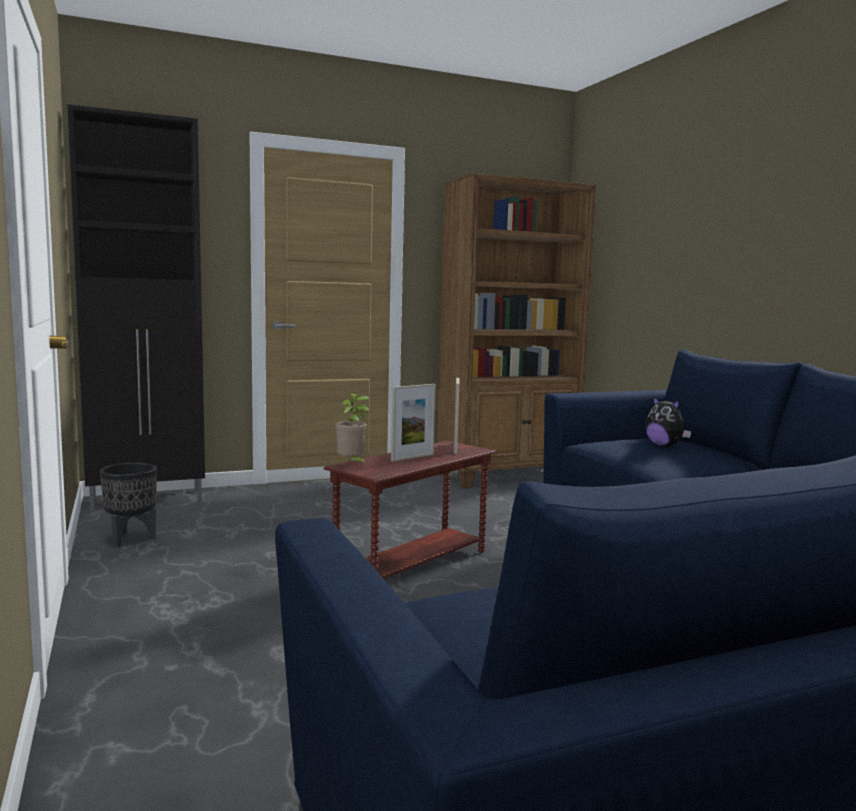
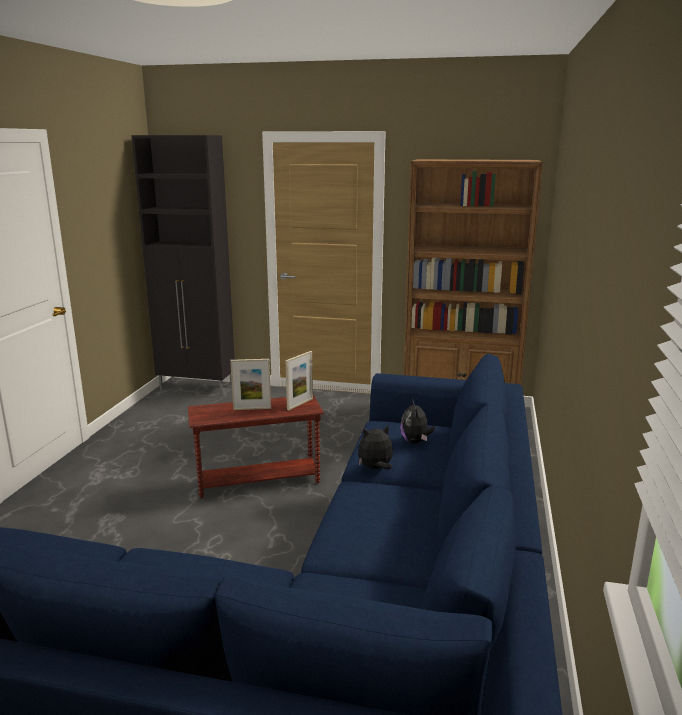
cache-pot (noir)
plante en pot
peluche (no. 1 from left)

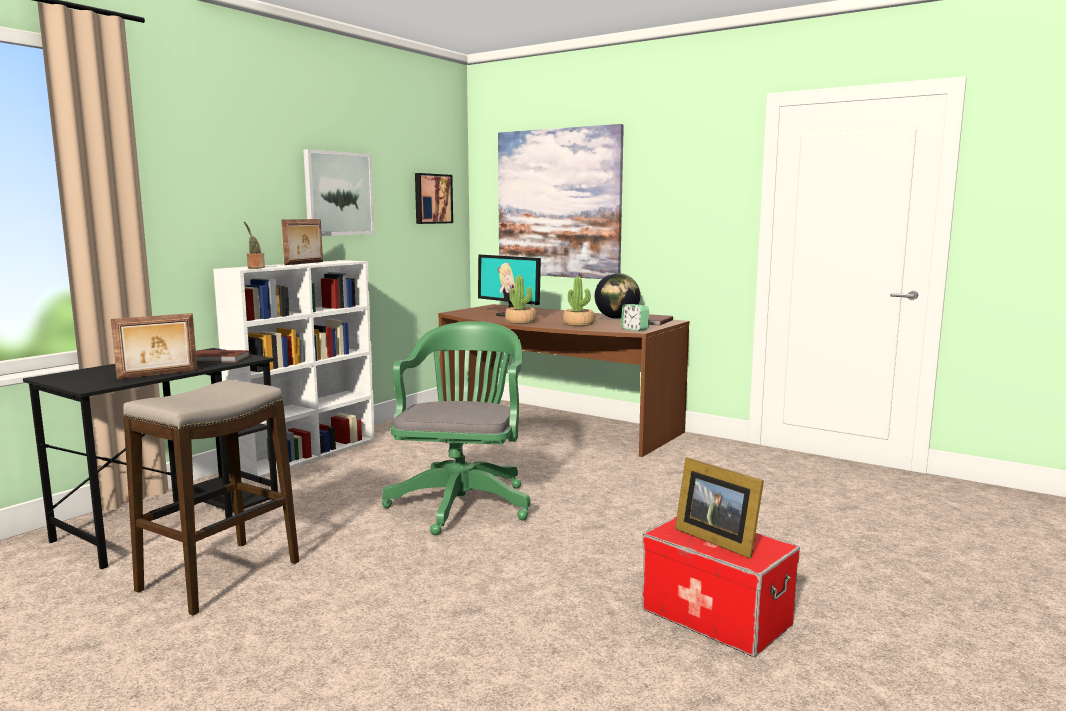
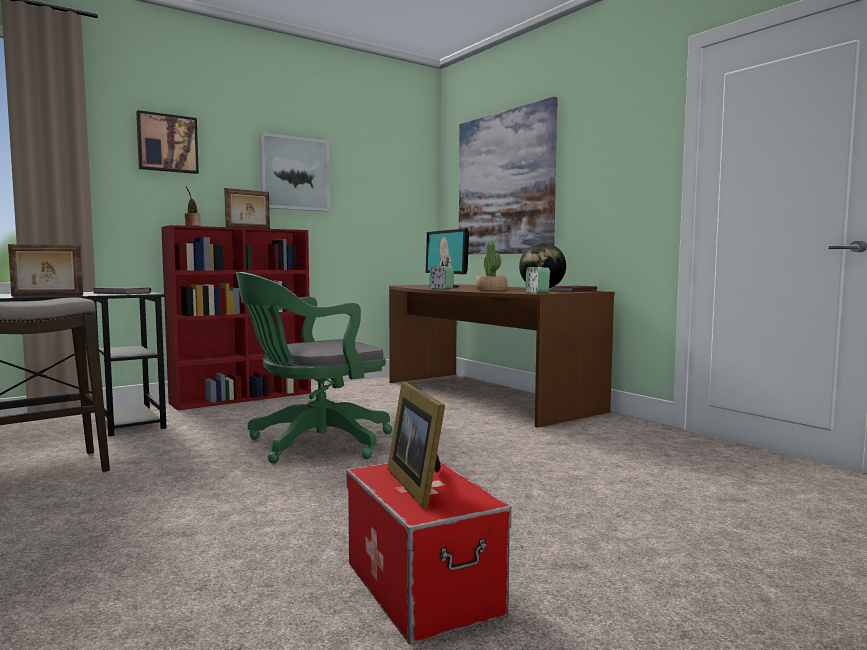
tableau (no. 1 from left)
réveil (no. 1 from left)
bibliothèque (rouge)
chaise de bureau (vert)

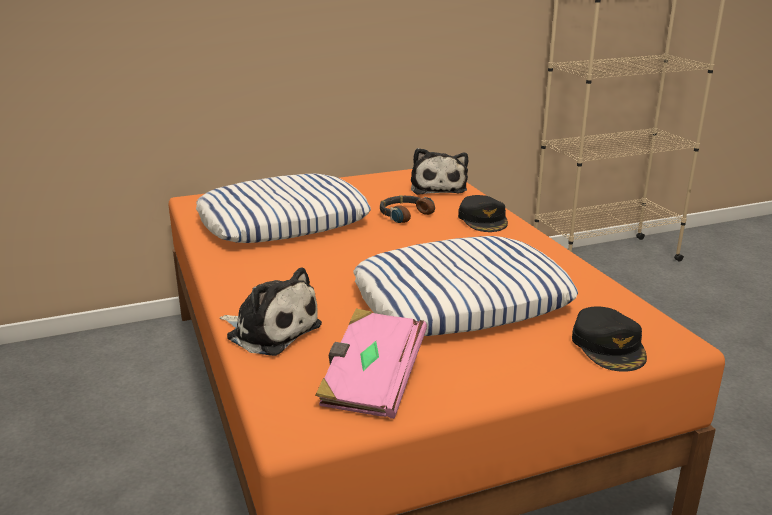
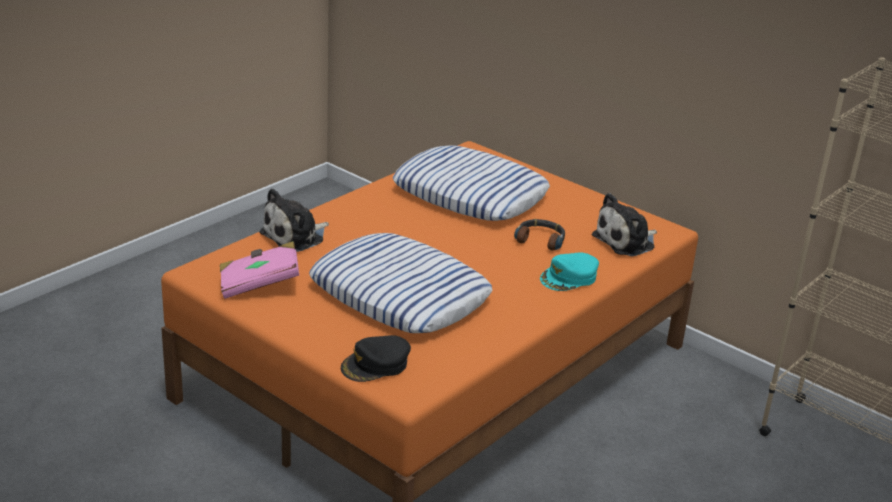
casquette (turquoise)
peluche (no. 1 from left)

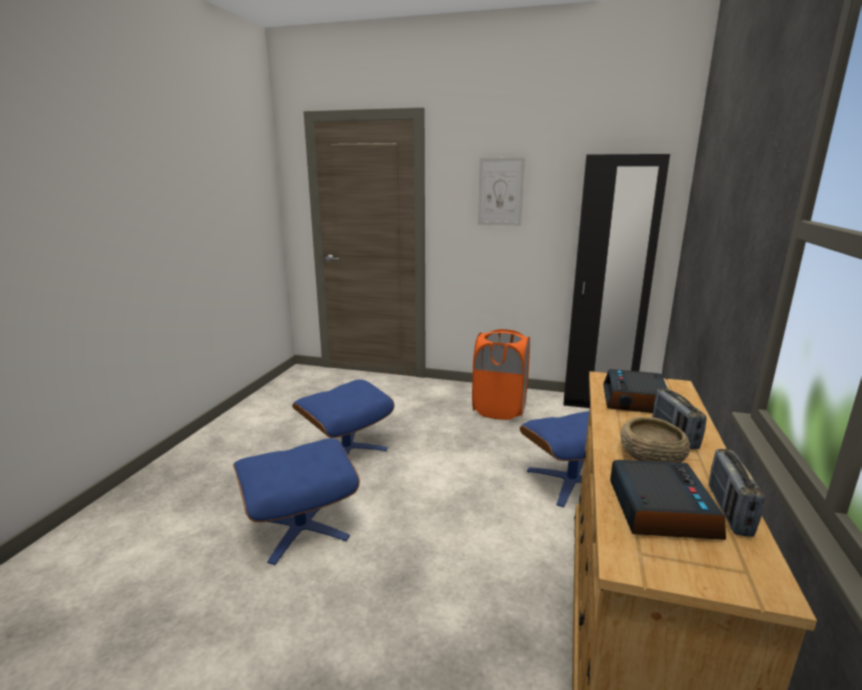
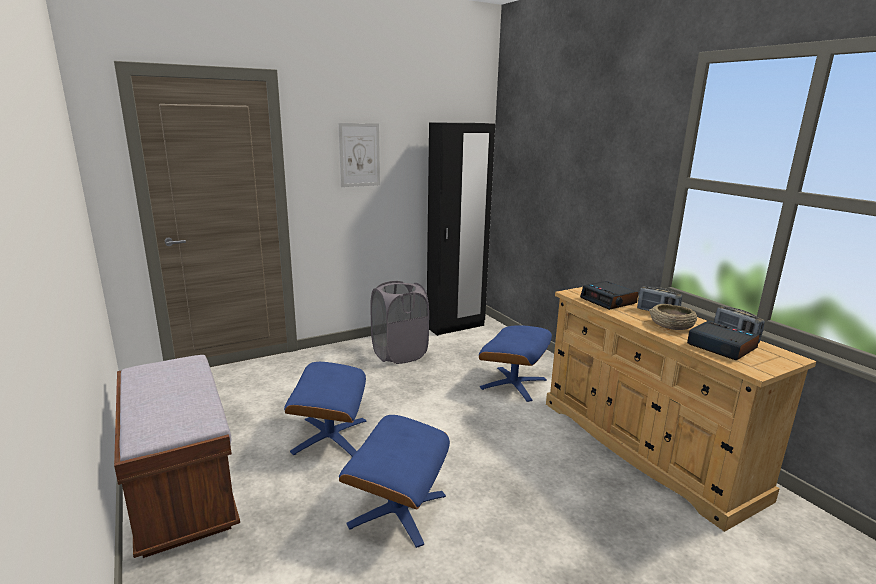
banc (marron)
panier à linge (gris)

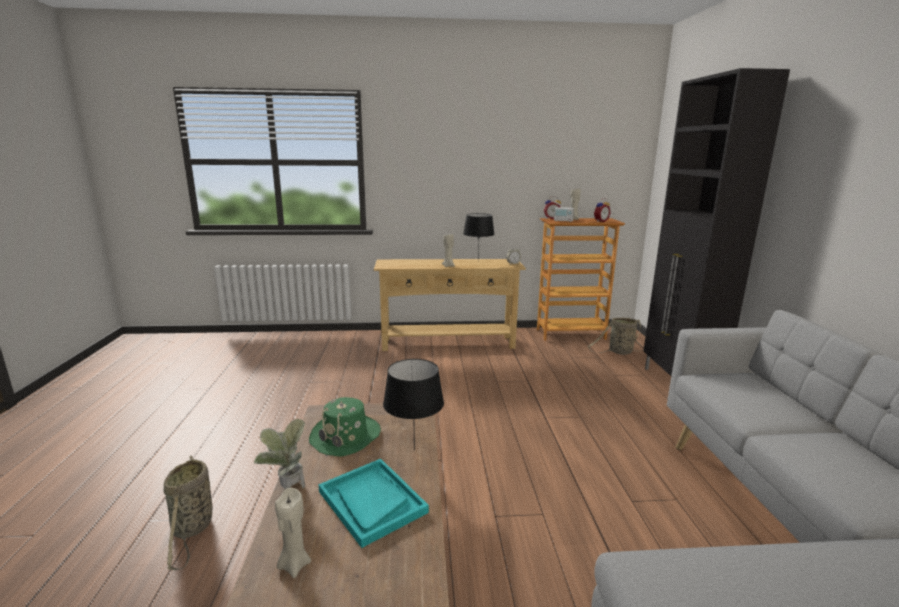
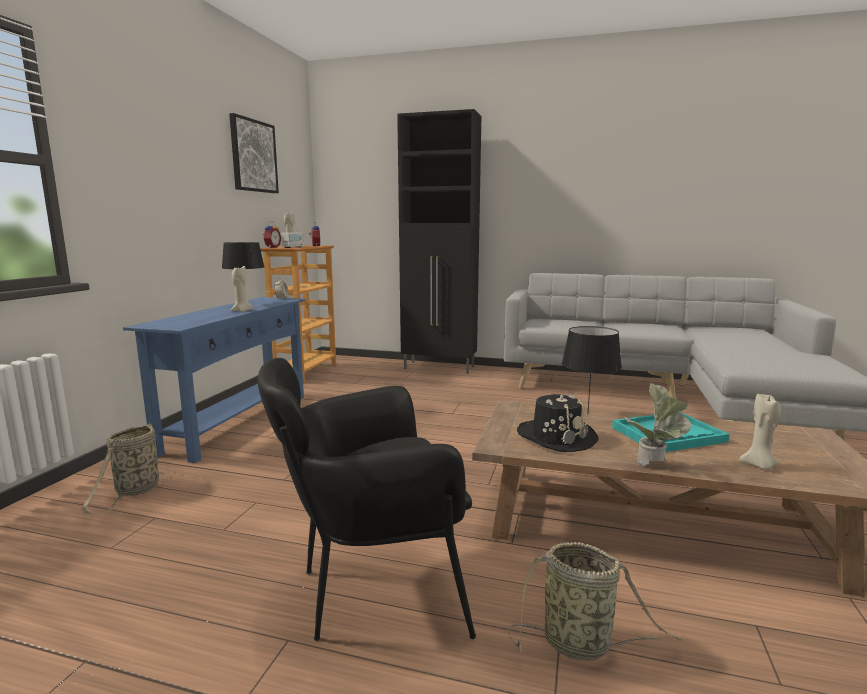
tableau
fauteuil (noir)
panier (no. 1 from left)
chapeau (noir)
table console (bleu)

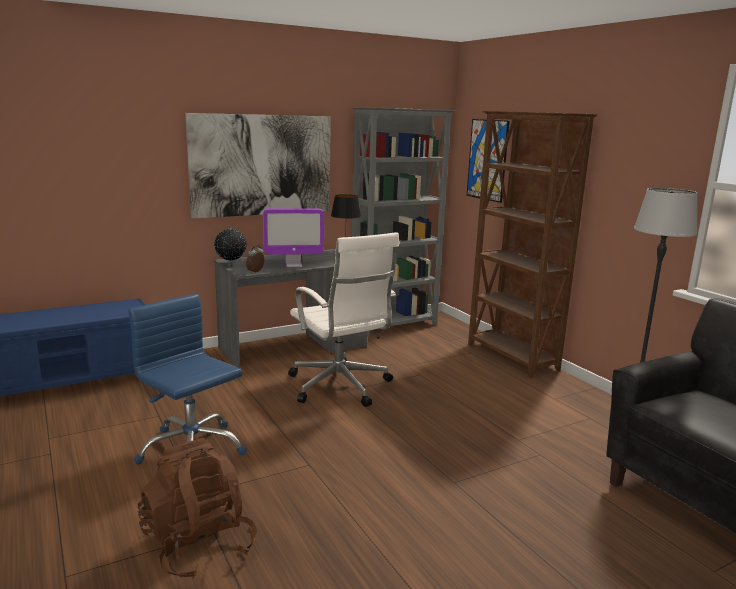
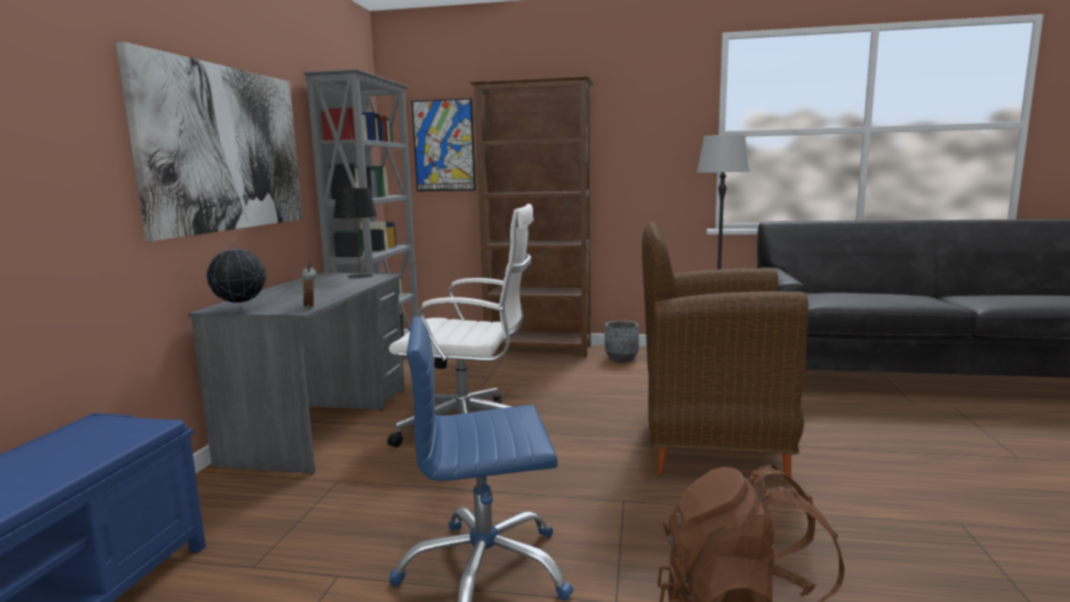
écran d'ordinateur
cache-pot (gris)
fauteuil (marron)

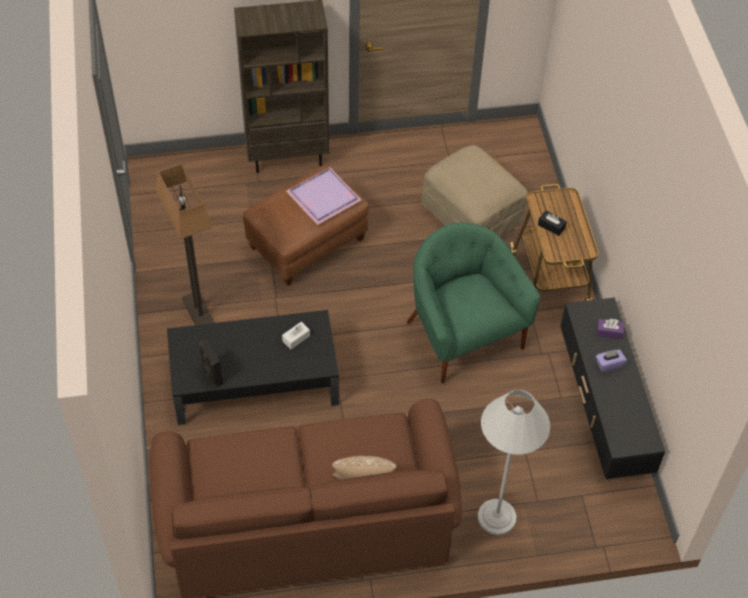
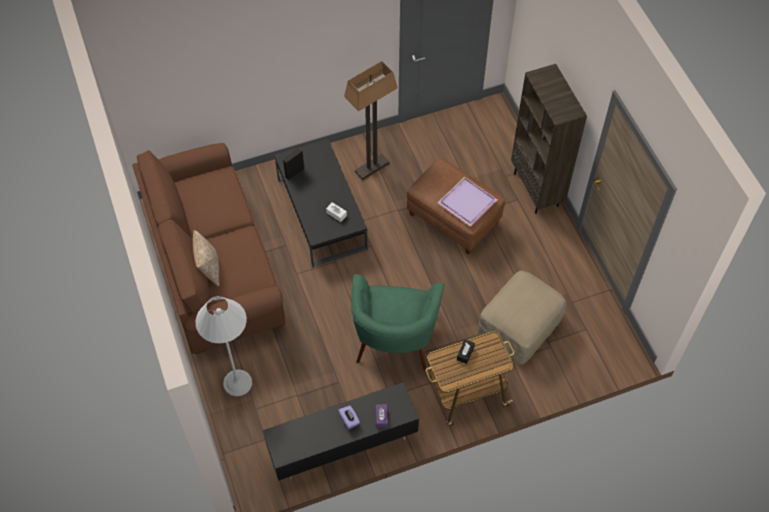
fauteuil (vert)

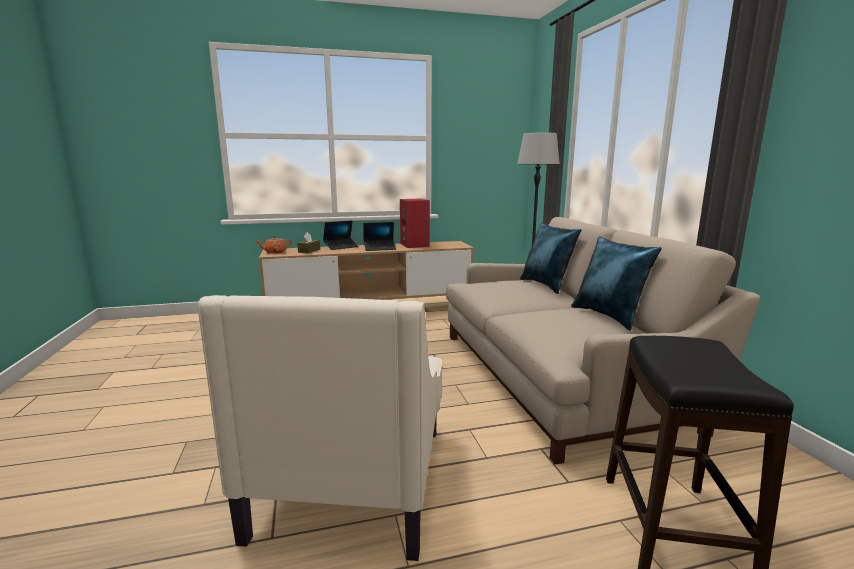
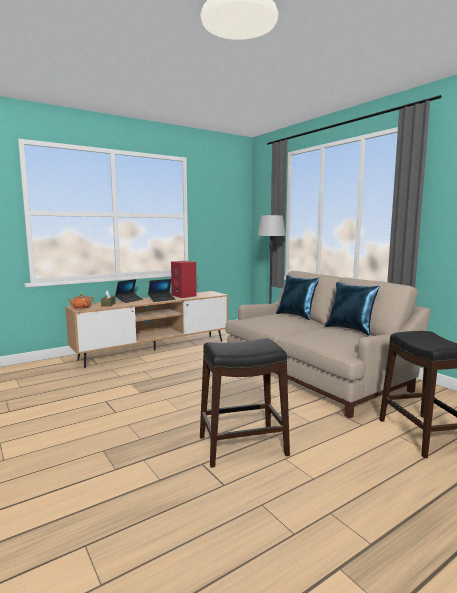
tabouret (noir) (no. 1 from left)

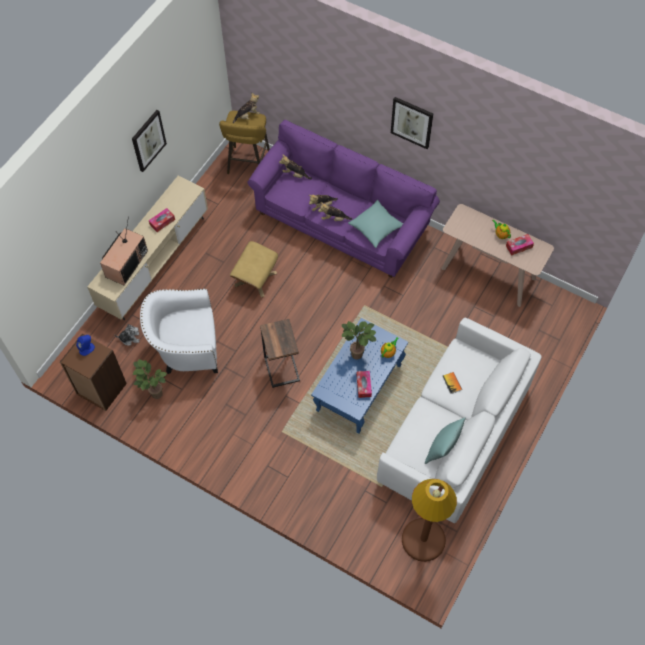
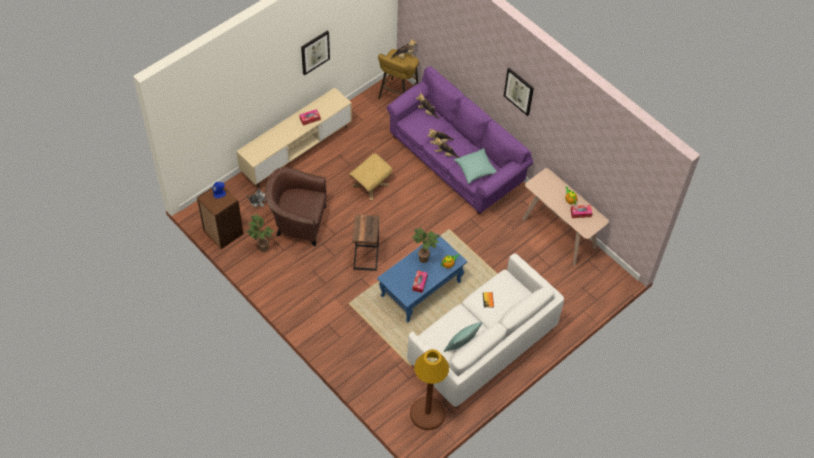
téléviseur
fauteuil (marron)

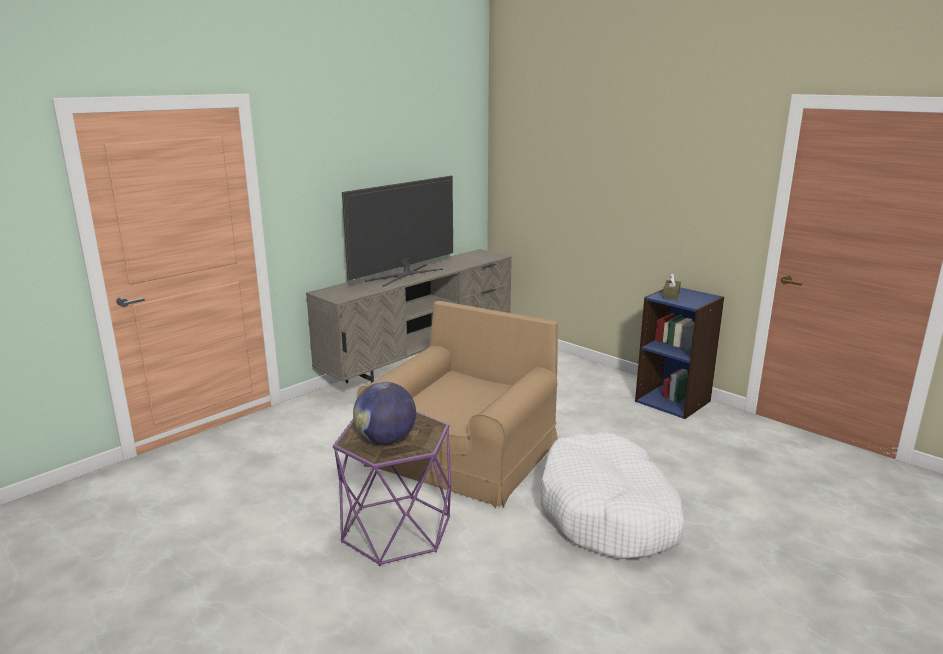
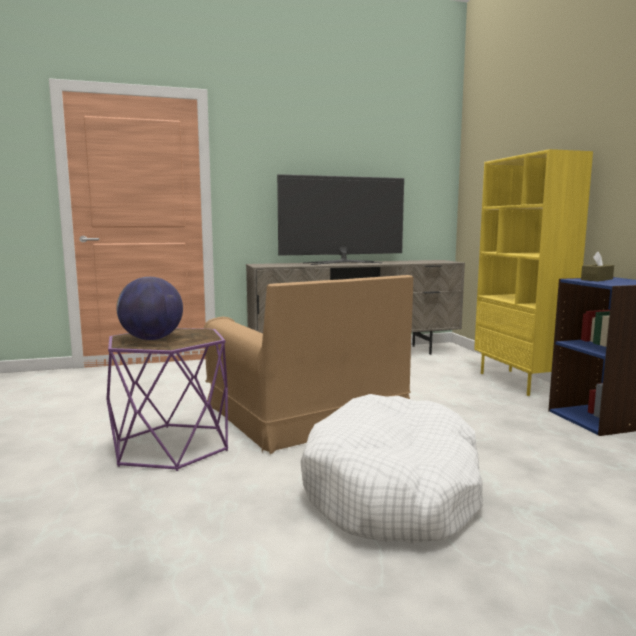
bibliothèque (jaune)
fauteuil (marron)

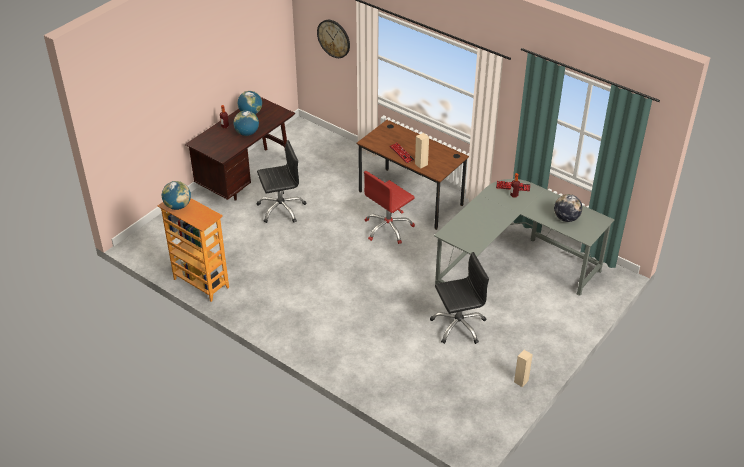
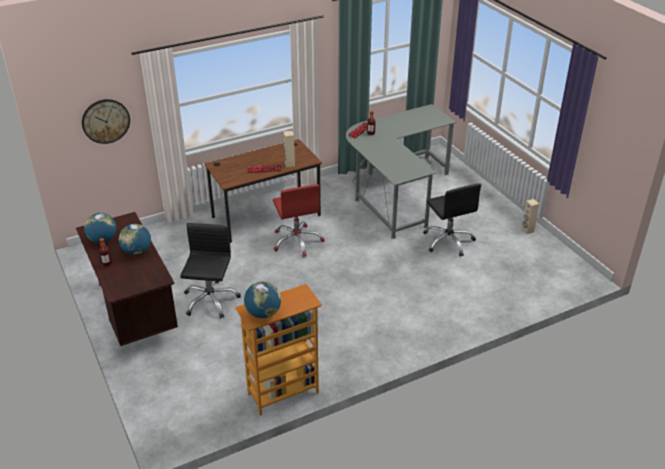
globe (no. 4 from left in the first image)
chaise de bureau (noir) (no. 2 from left)

